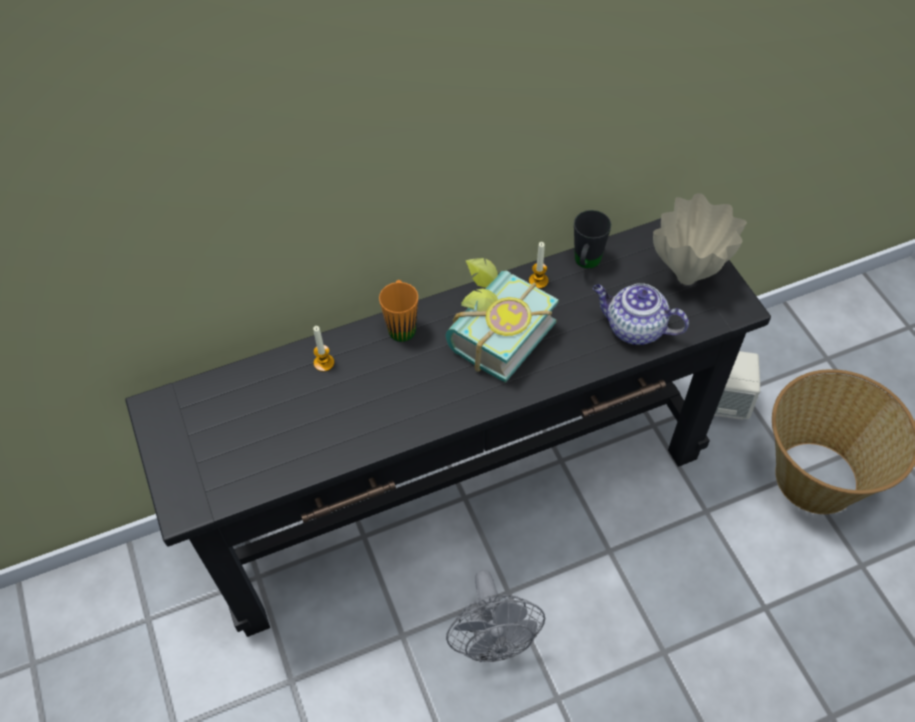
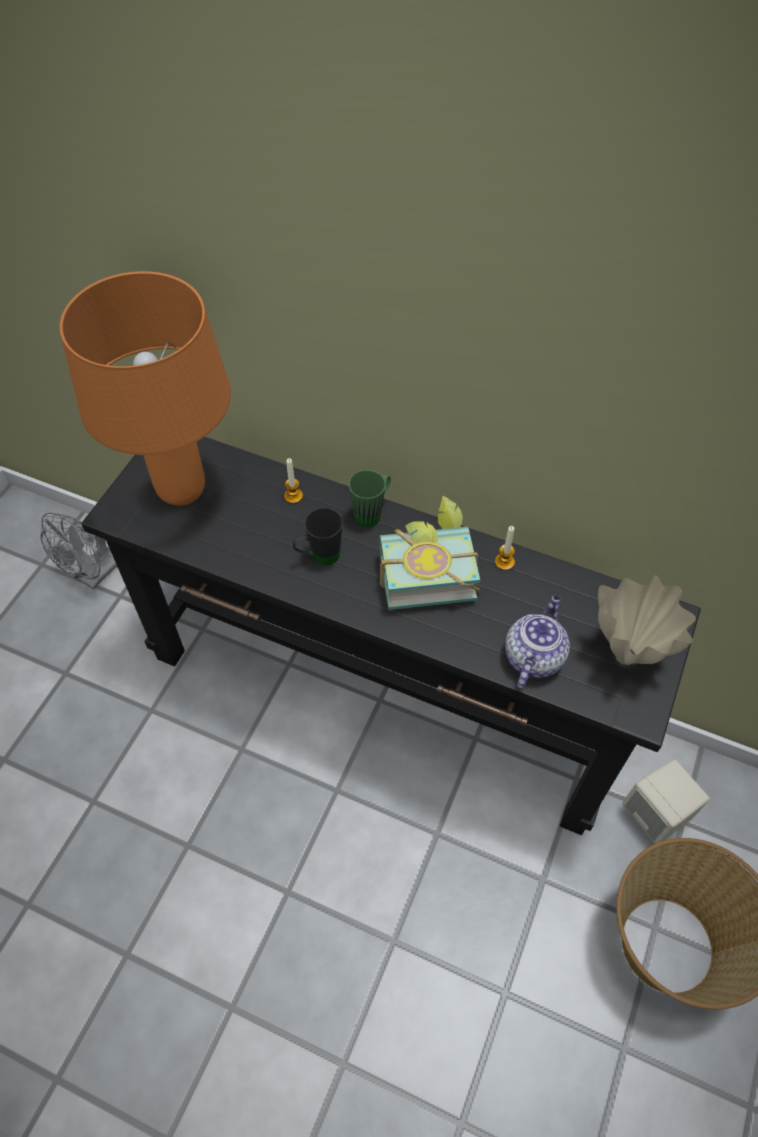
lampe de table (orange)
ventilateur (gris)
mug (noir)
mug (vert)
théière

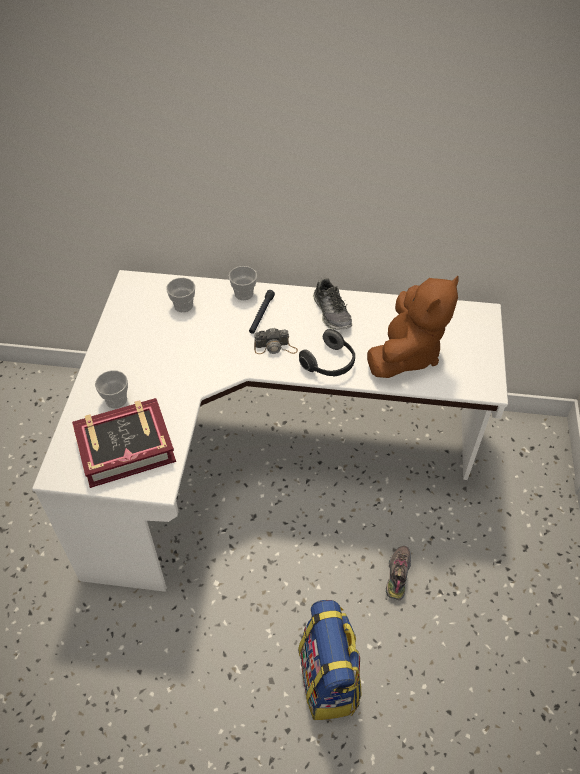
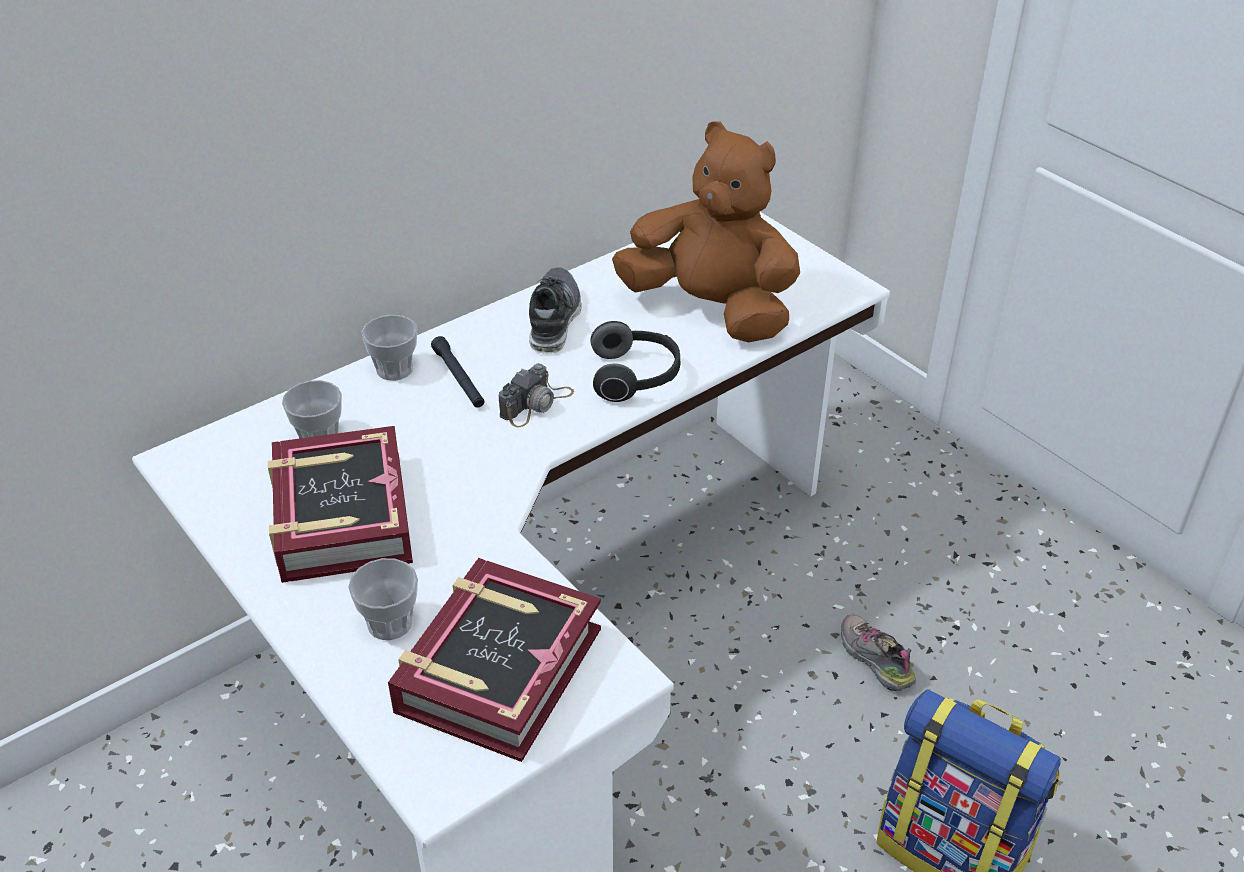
livre (no. 1 from left)
chaussure (no. 1 from left)
peluche (marron)

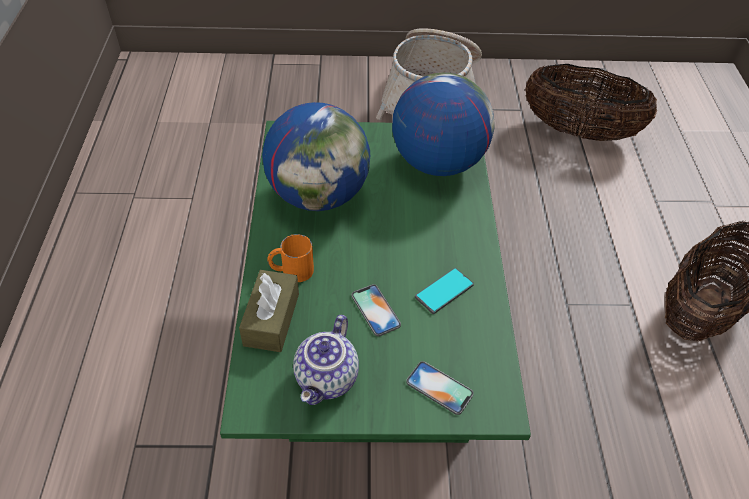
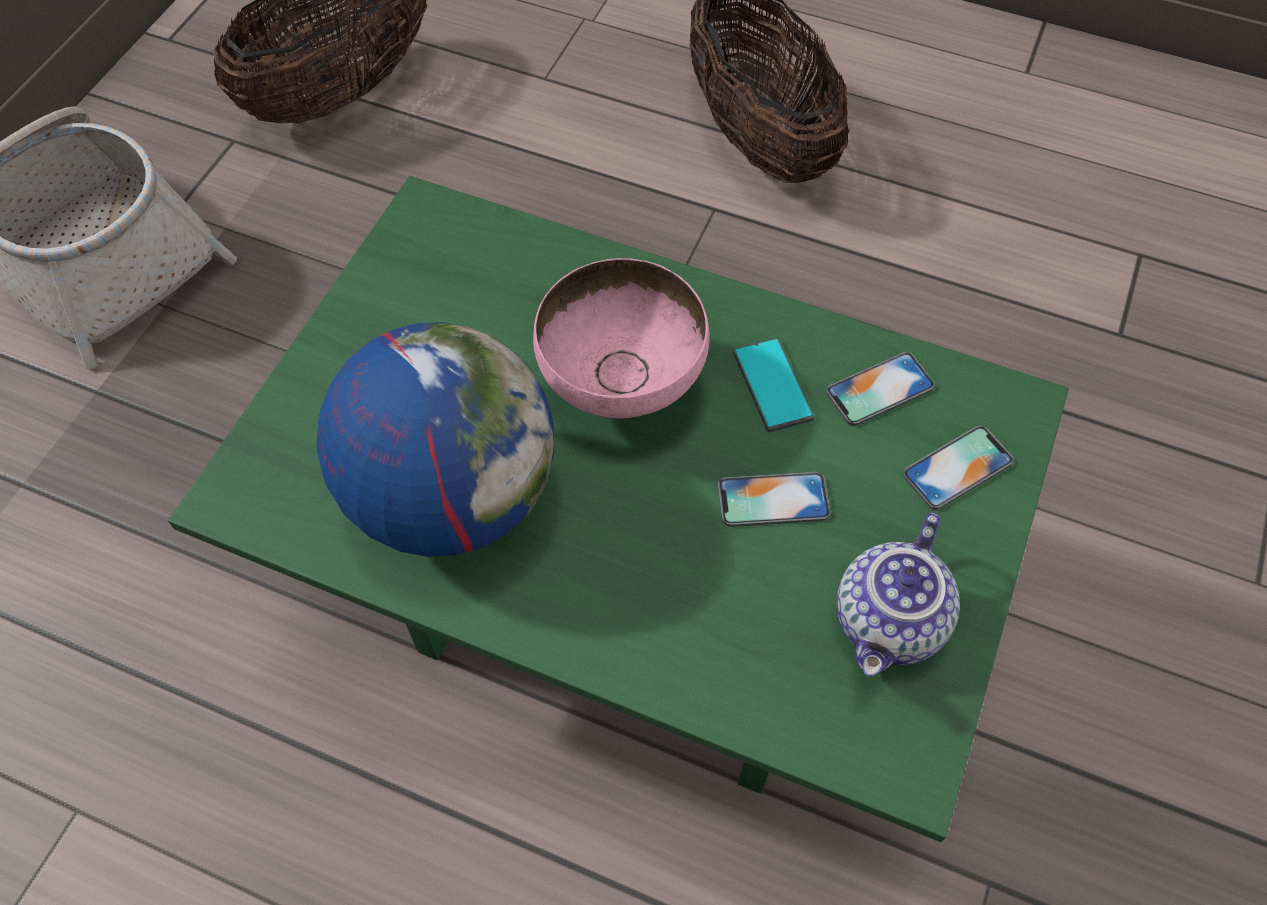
boîte à mouchoirs (marron)
mug (orange)
globe (no. 2 from left in the first image)
bol (rose)
téléphone (no. 3 from left)
théière

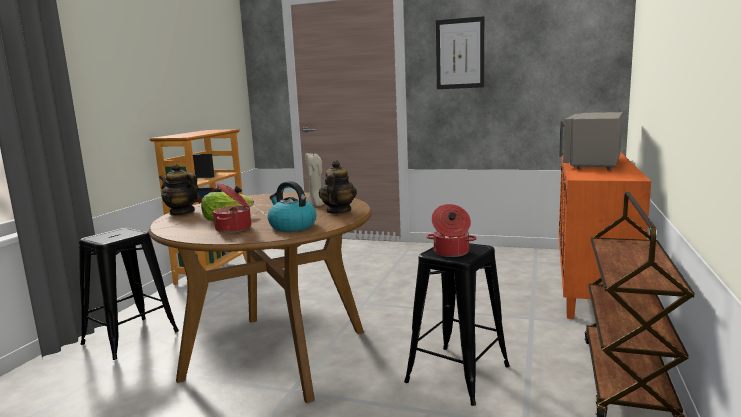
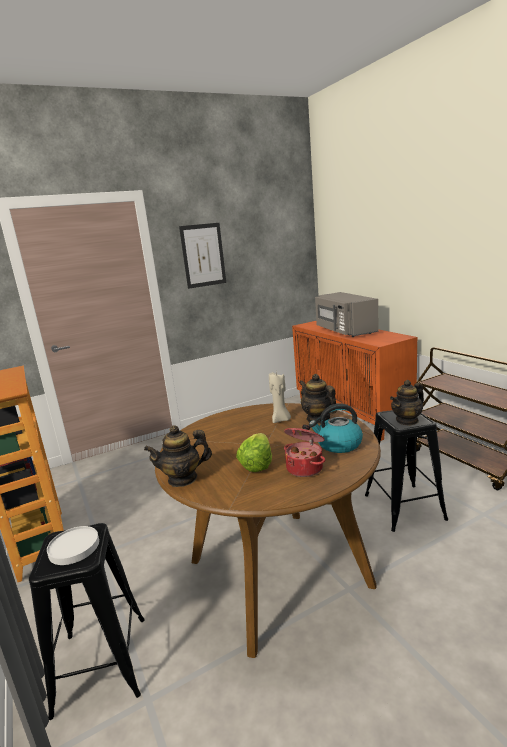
assiette (blanc)
théière (no. 3 from left)

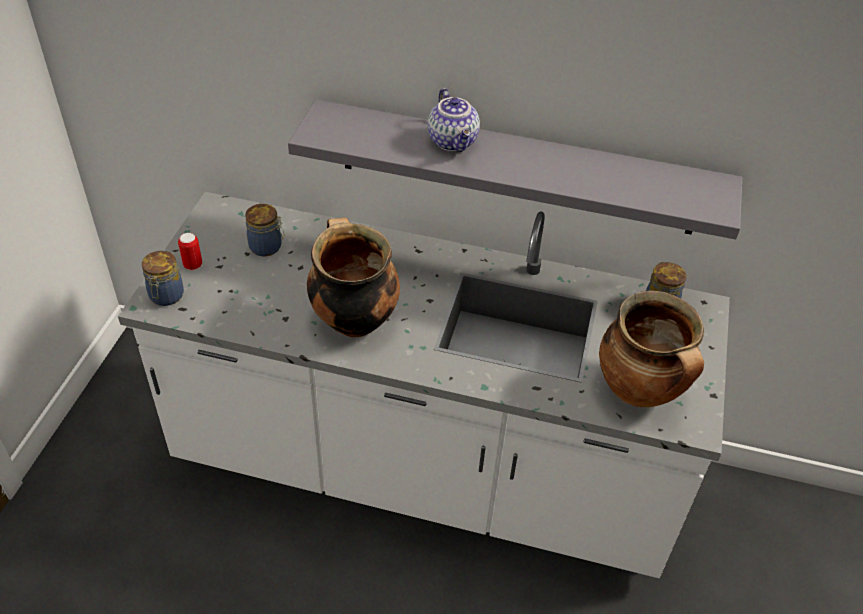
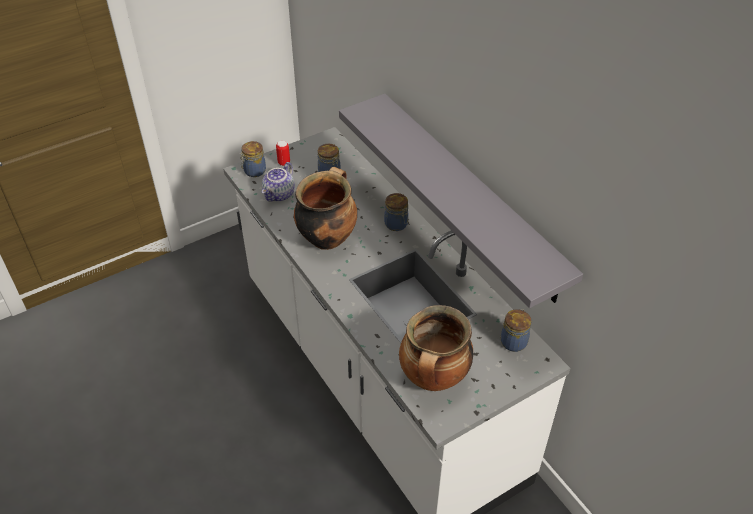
bocal (no. 3 from left)
théière

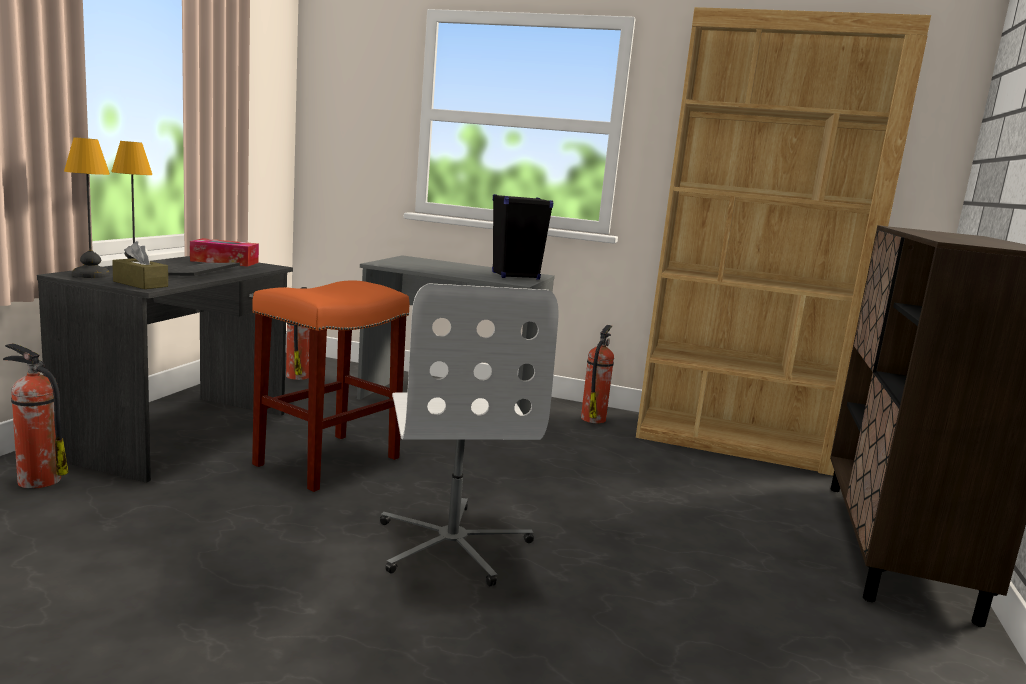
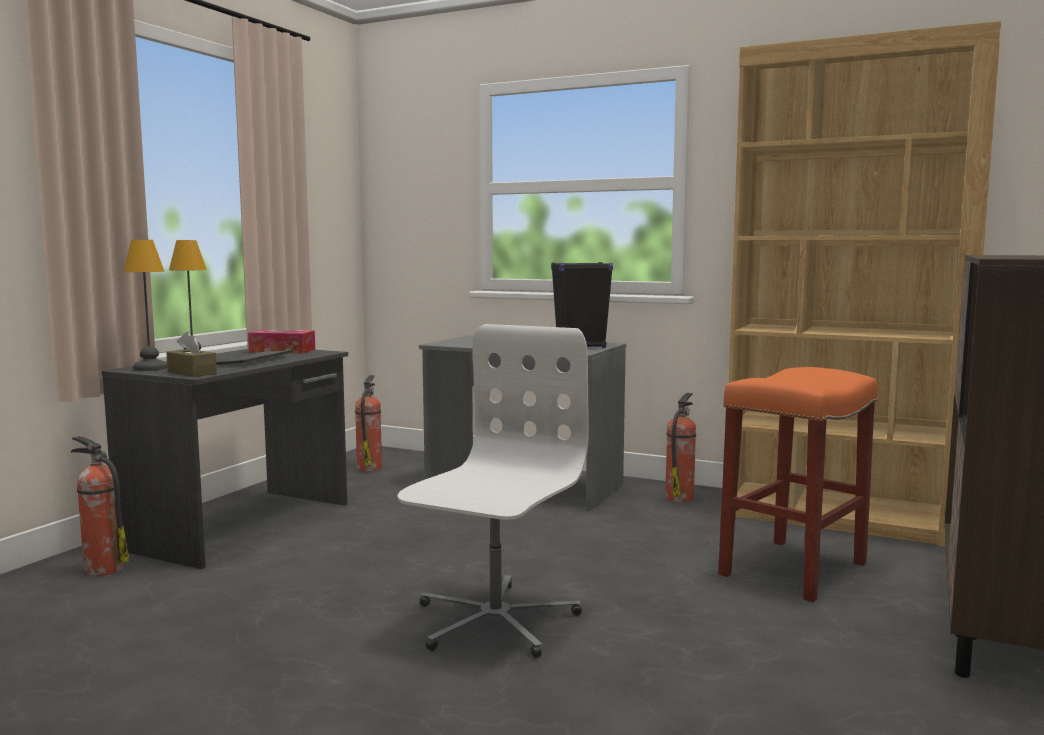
tabouret (orange)
chaise de bureau (blanc)

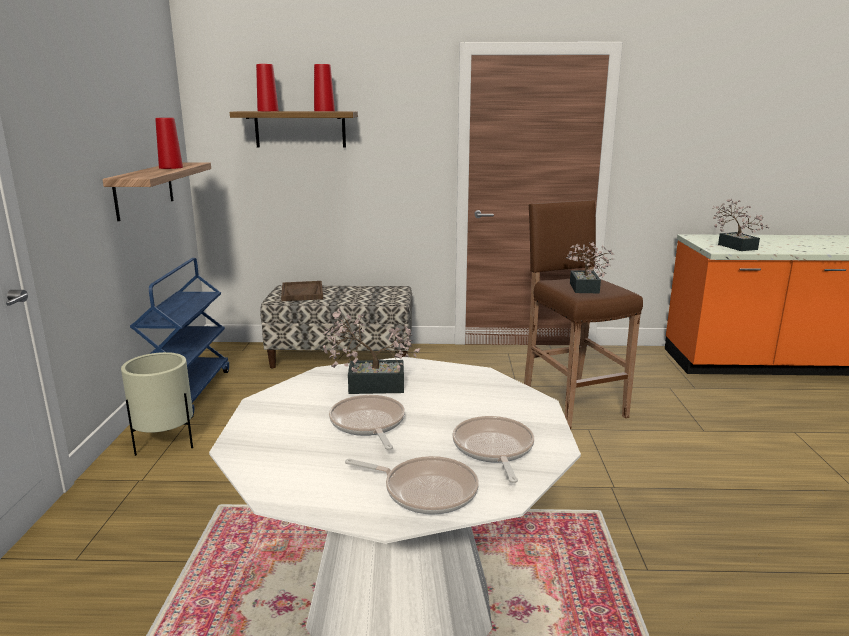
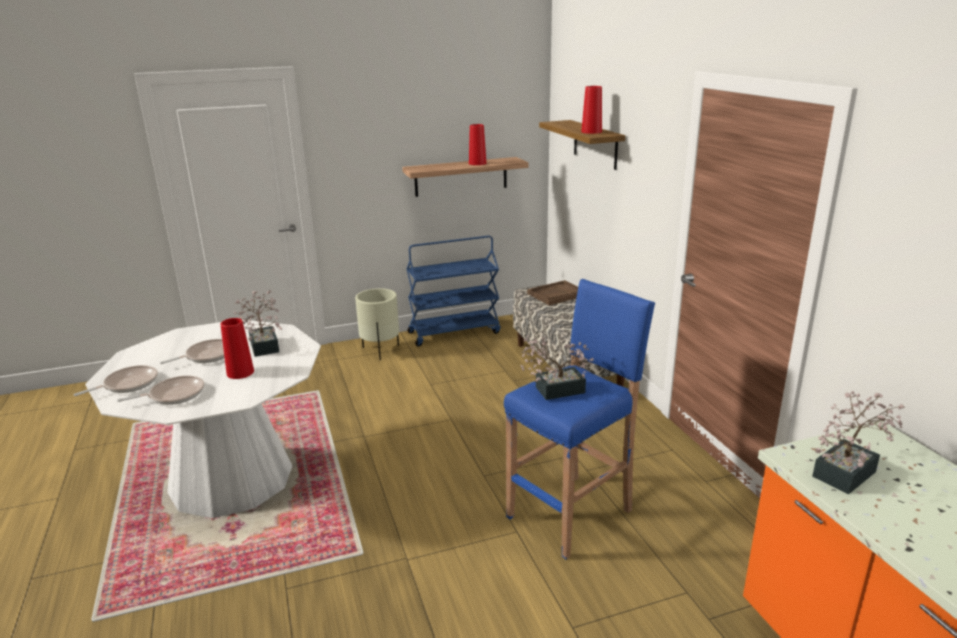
vase (rouge) (no. 1 from left)
tabouret (bleu)
poêle (no. 1 from left)

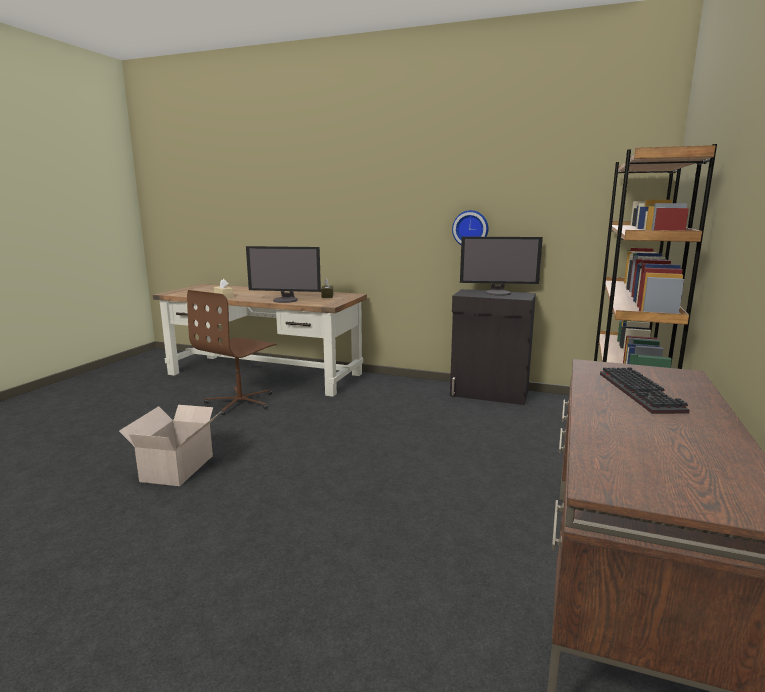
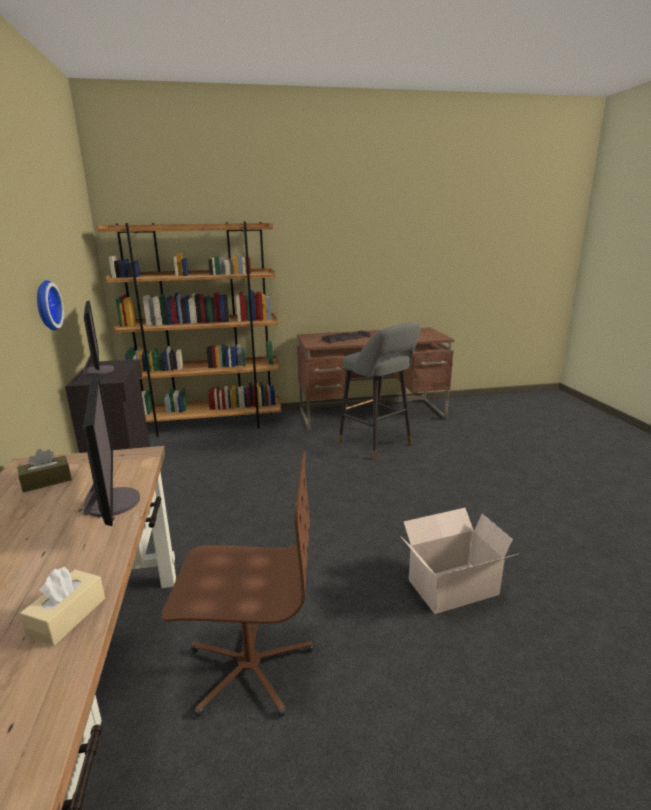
tabouret (gris)

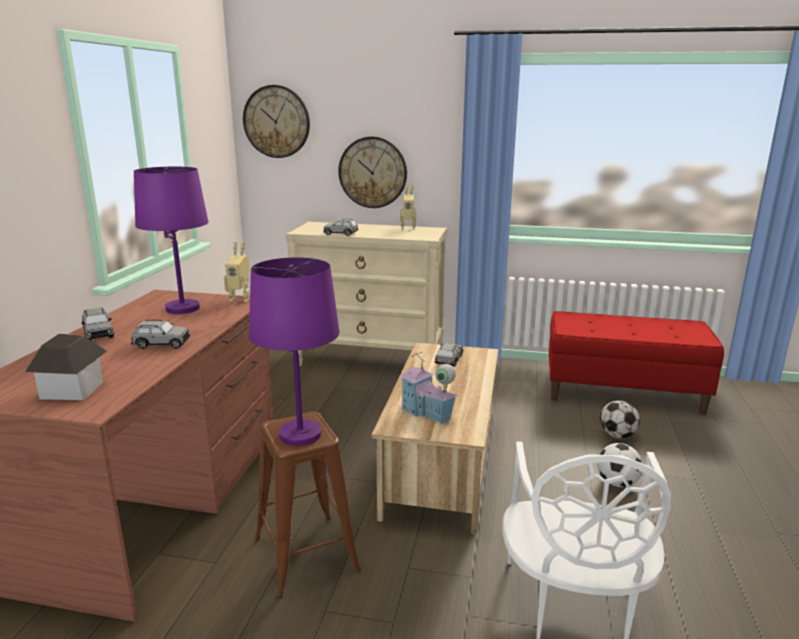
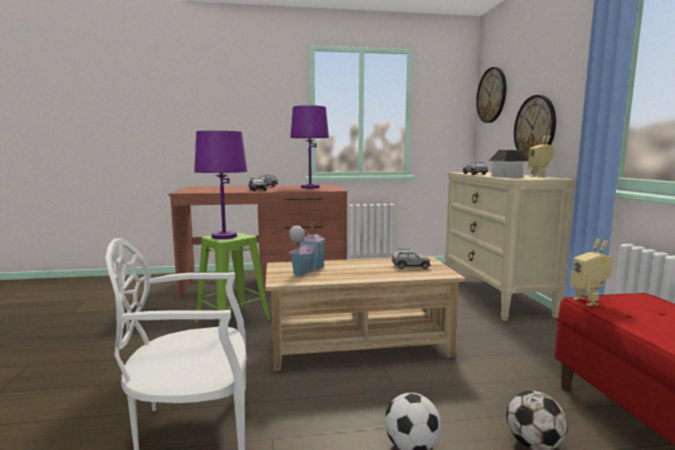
maison miniature (no. 2 from left)
robot jouet (no. 2 from left)
tabouret (vert)

